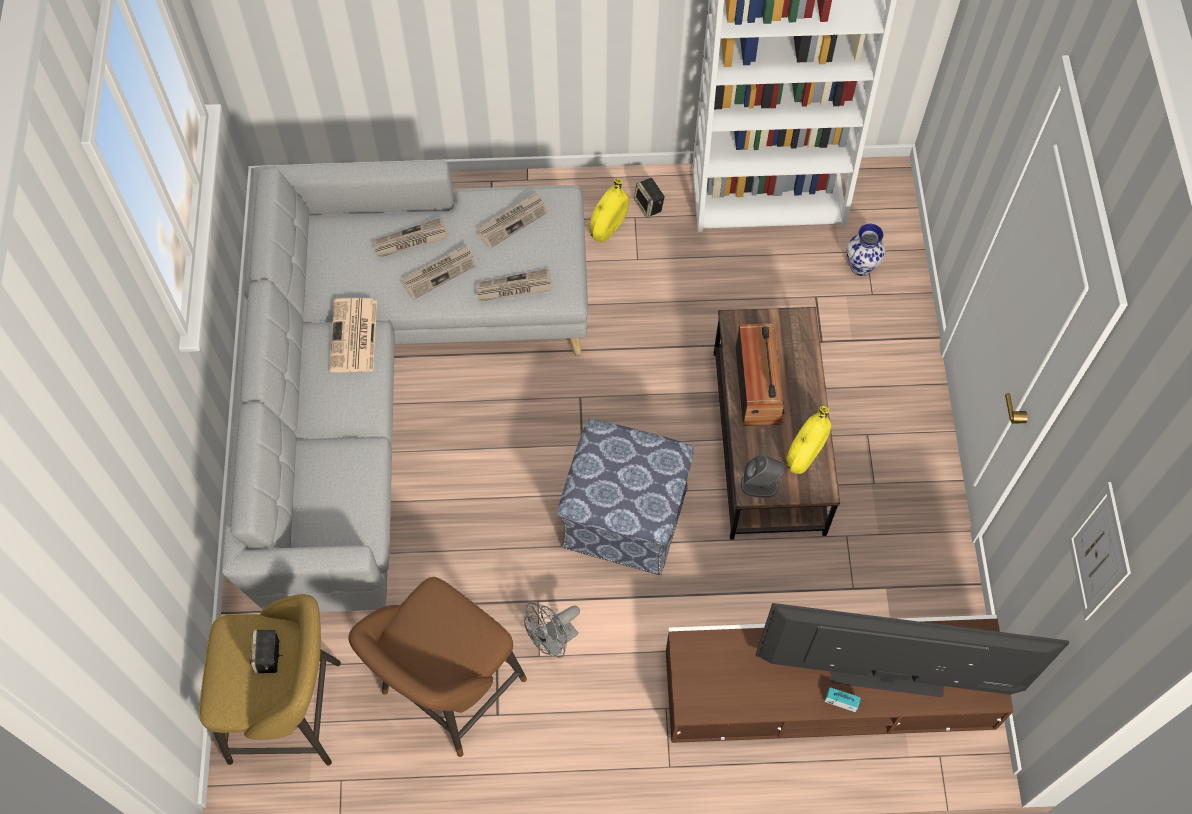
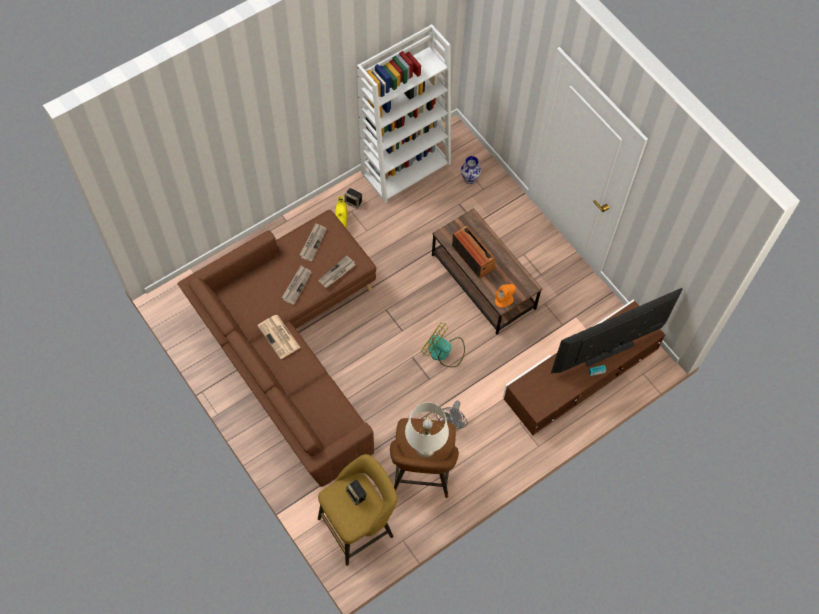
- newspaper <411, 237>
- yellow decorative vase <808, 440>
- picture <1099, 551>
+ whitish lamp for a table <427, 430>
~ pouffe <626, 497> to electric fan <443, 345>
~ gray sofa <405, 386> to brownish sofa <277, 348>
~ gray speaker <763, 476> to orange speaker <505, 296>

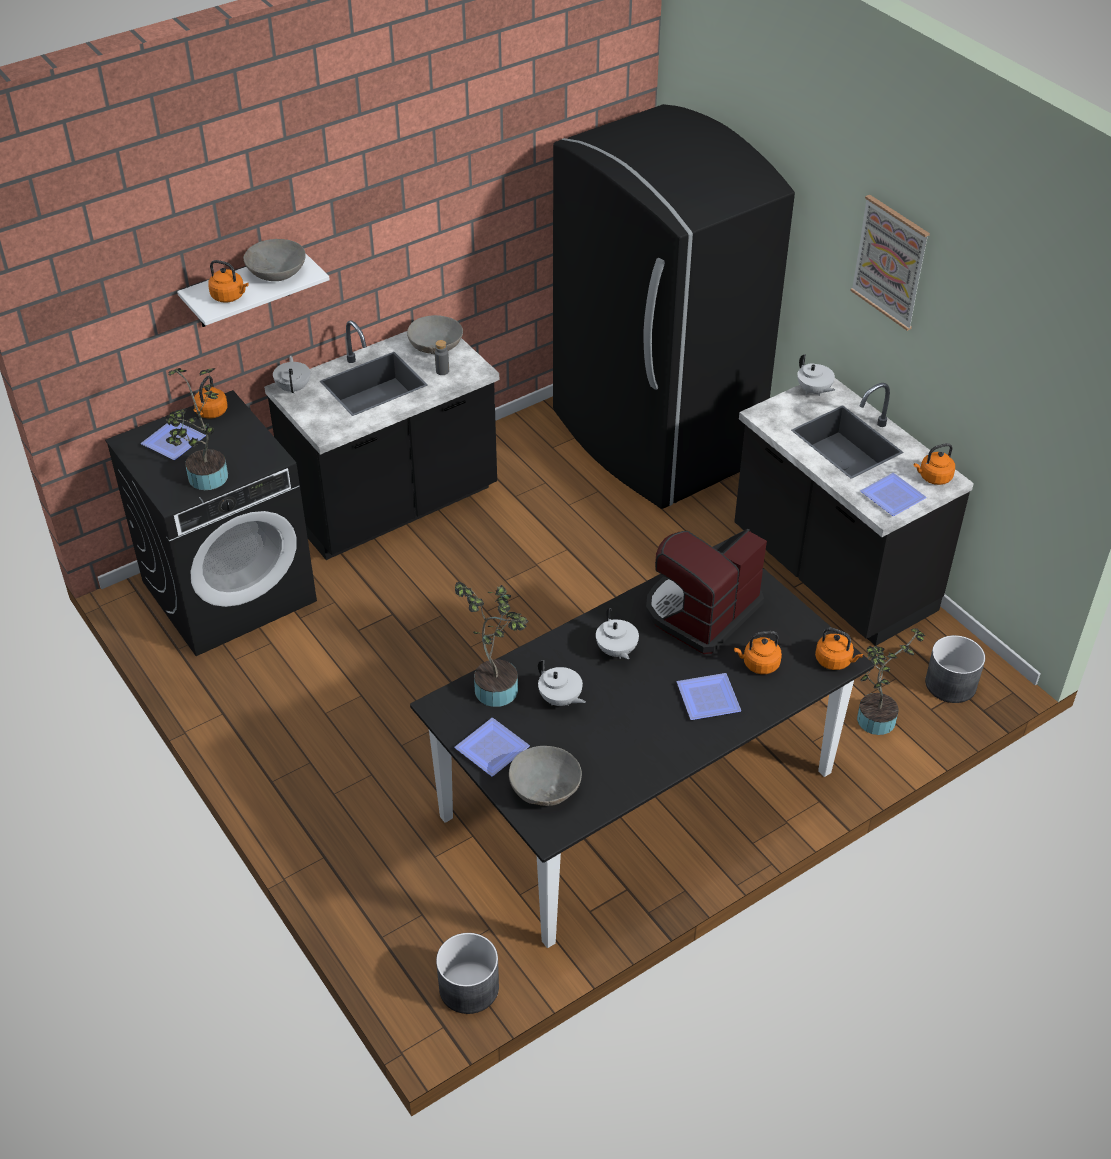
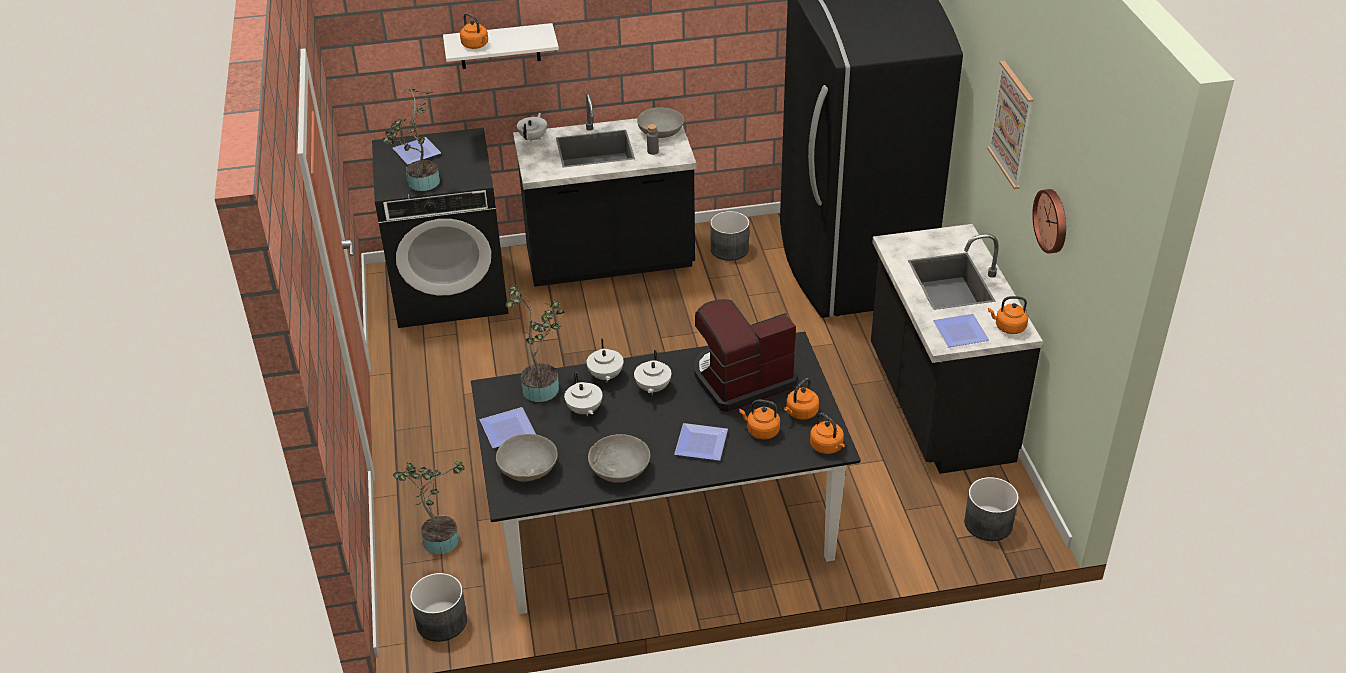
+ gray planter <729, 236>
+ clock on the wall <1049, 221>
~ orange water kettle <211, 397> to <801, 399>
~ gray serving bowl <274, 260> to <619, 458>
~ whitish pot for tea <816, 375> to <604, 360>
~ potted plant <891, 681> to <429, 507>

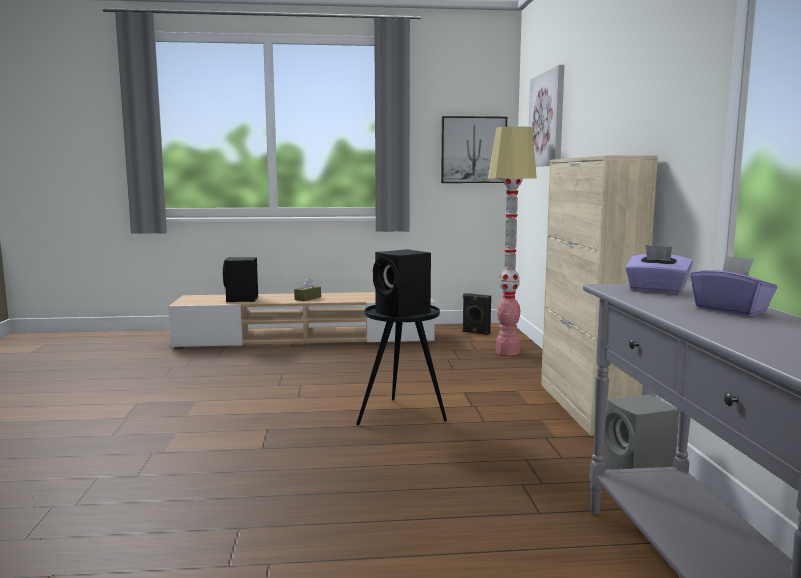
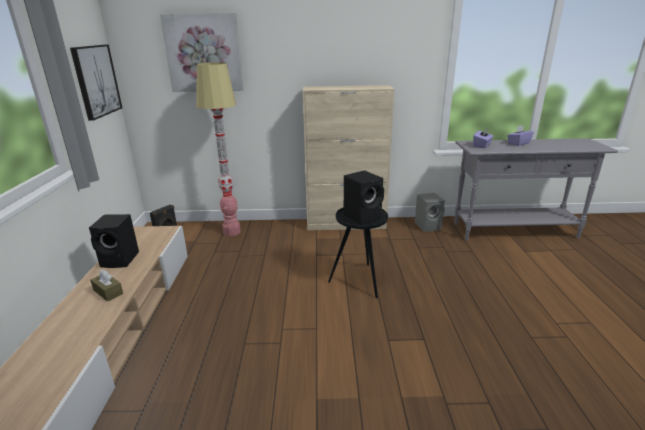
~ black speaker <240, 279> to <114, 241>

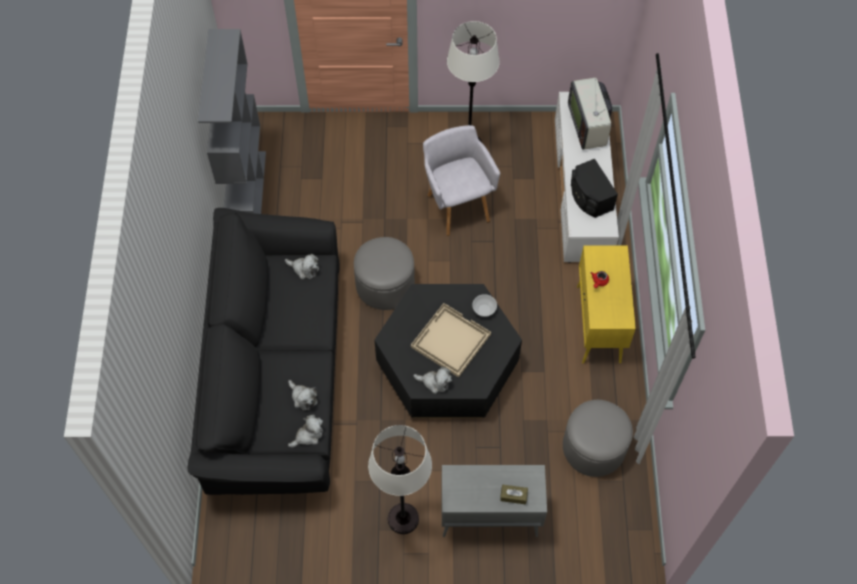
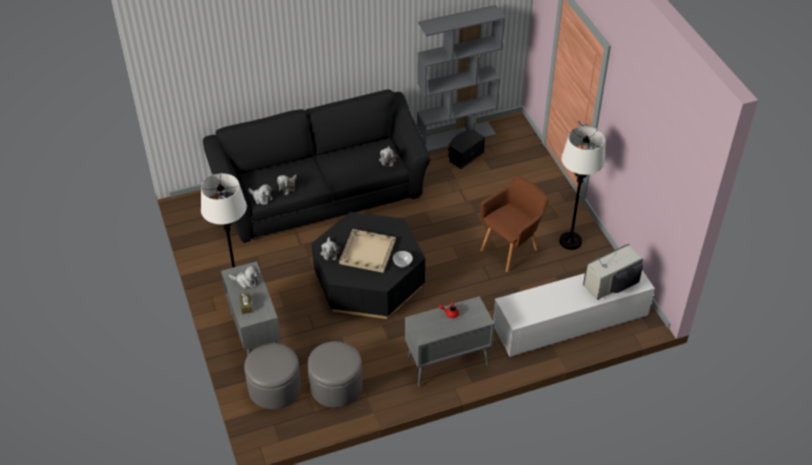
+ soft toy <244, 277>
~ gray pouffe <384, 273> to <272, 376>
~ black speaker <594, 188> to <466, 149>
~ gray armchair <461, 180> to brownish armchair <514, 224>
~ yellow storage cabinet <606, 304> to gray storage cabinet <449, 341>

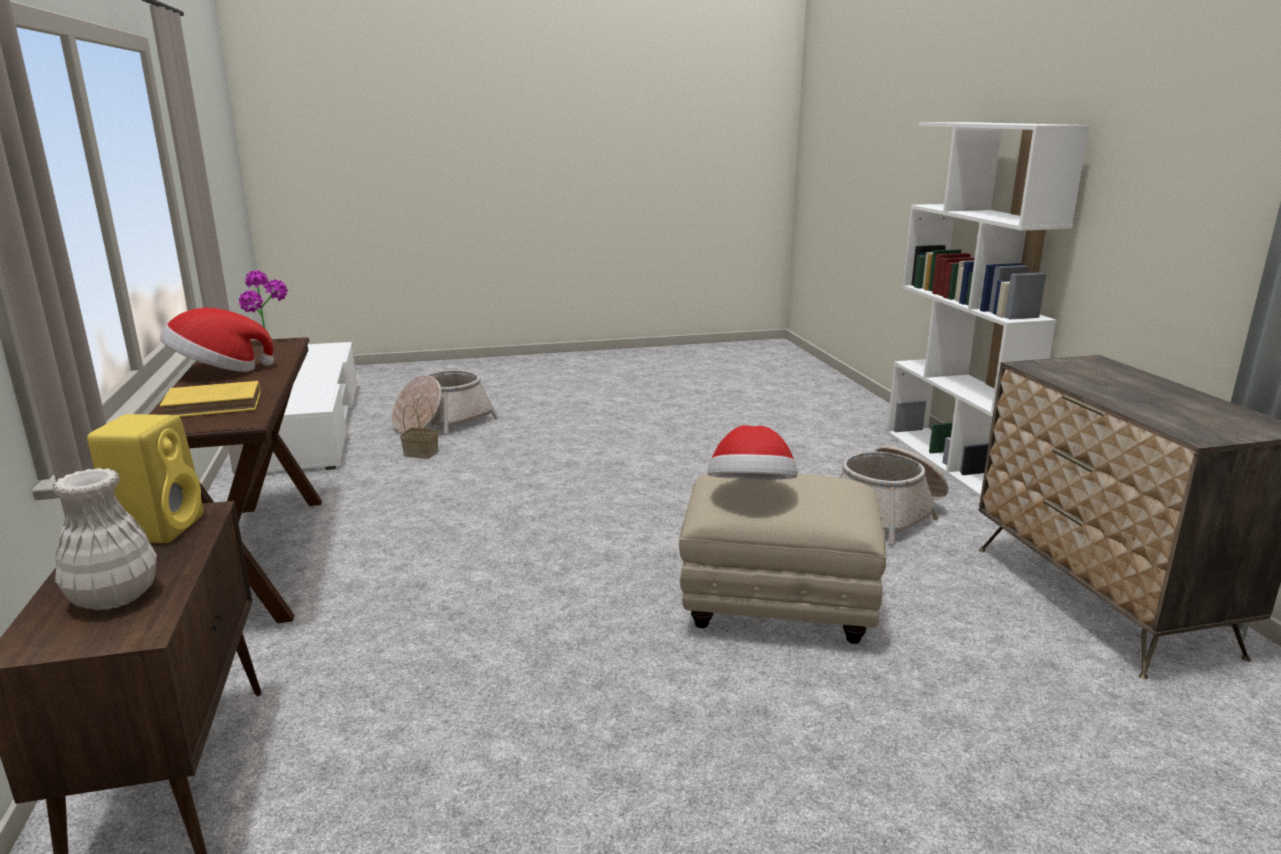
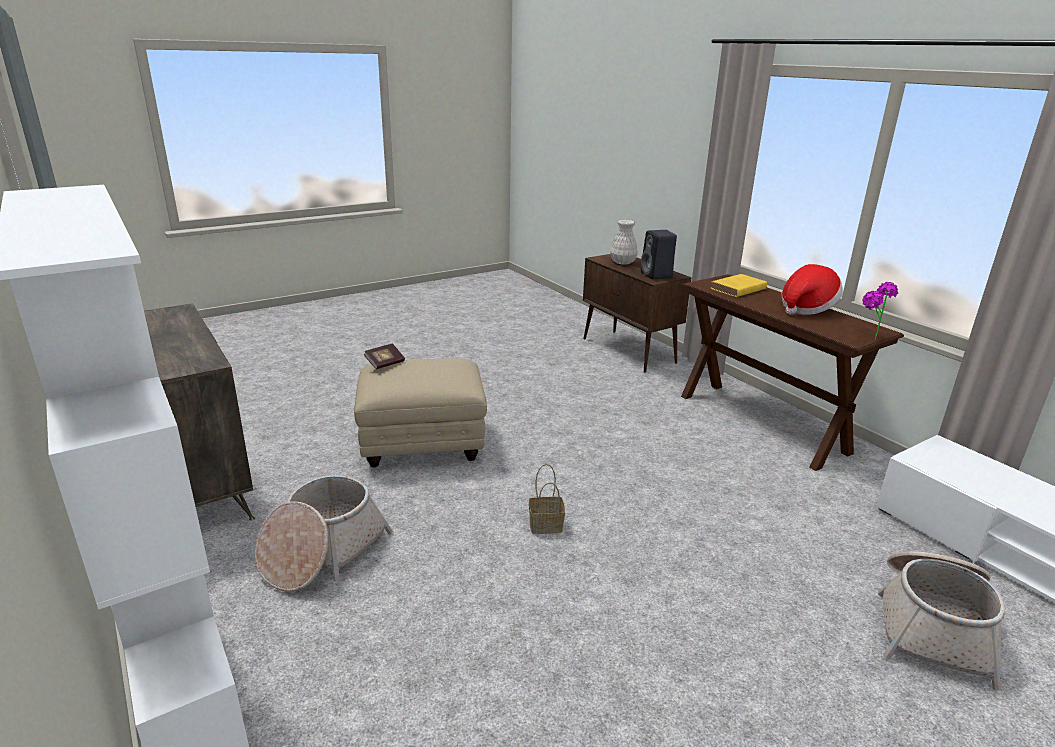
- wearable hat <752, 452>
+ volume <384, 356>
~ household basket <419, 427> to <547, 499>
~ yellow speaker <145, 478> to black speaker <659, 254>

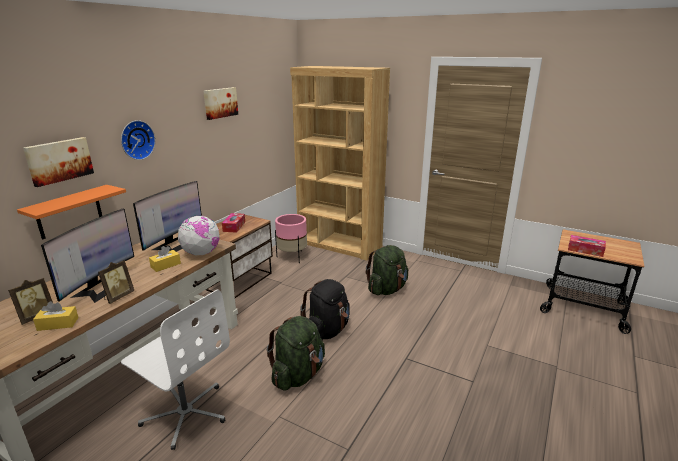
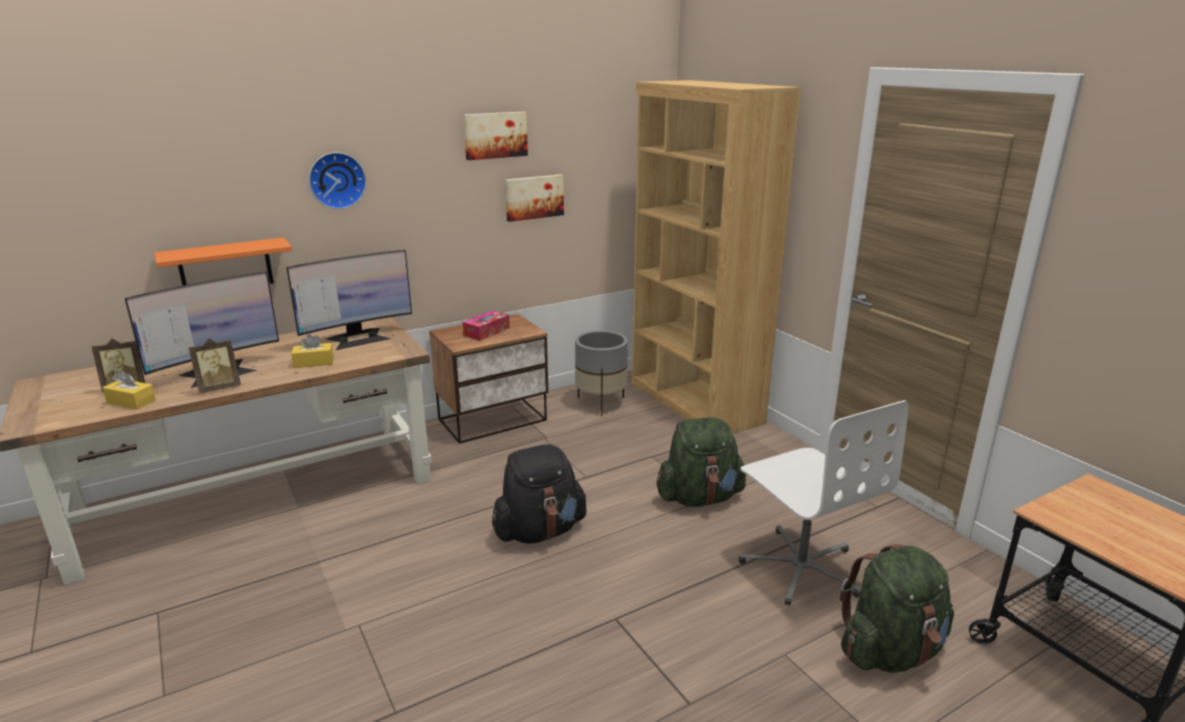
- desk globe <199, 235>
- tissue box <587, 246>
~ picture <58, 162> to <534, 198>
~ whitish office chair <175, 370> to <823, 503>
~ green-coloured backpack <296, 353> to <897, 608>
~ pink planter <291, 238> to gray planter <601, 373>

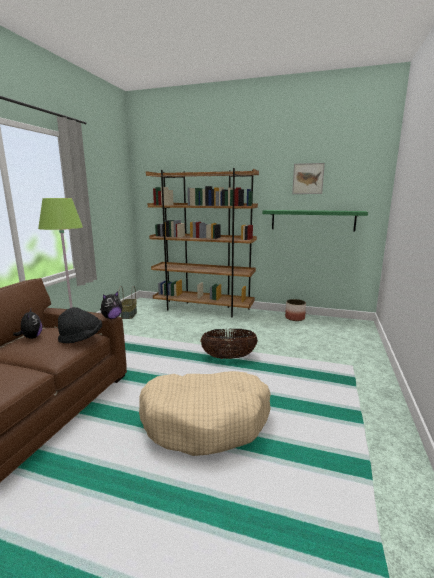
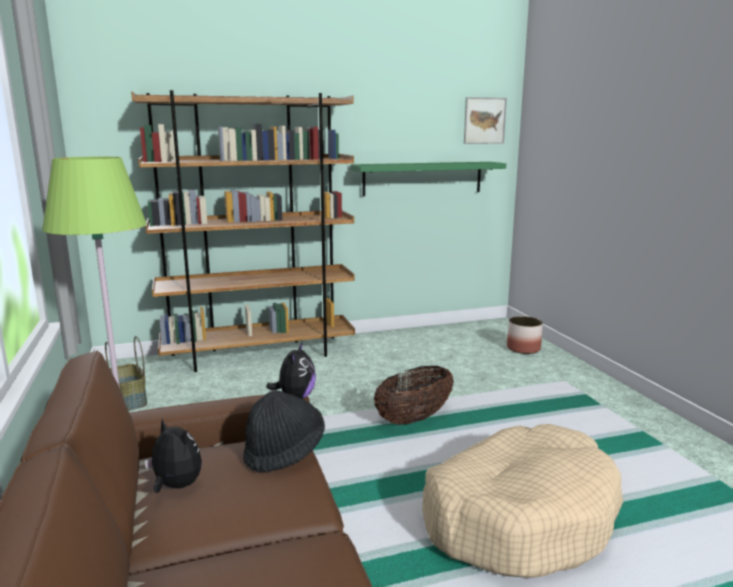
~ planter <295, 310> to <525, 335>
~ picture <308, 178> to <485, 120>

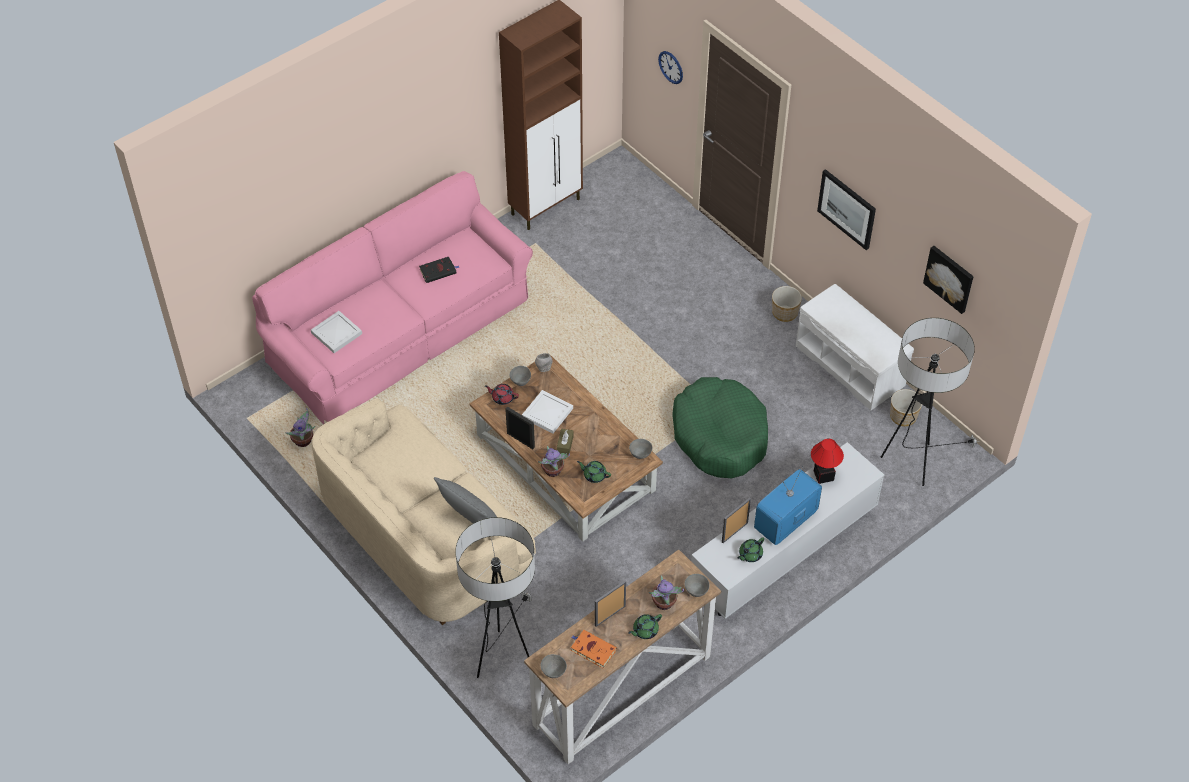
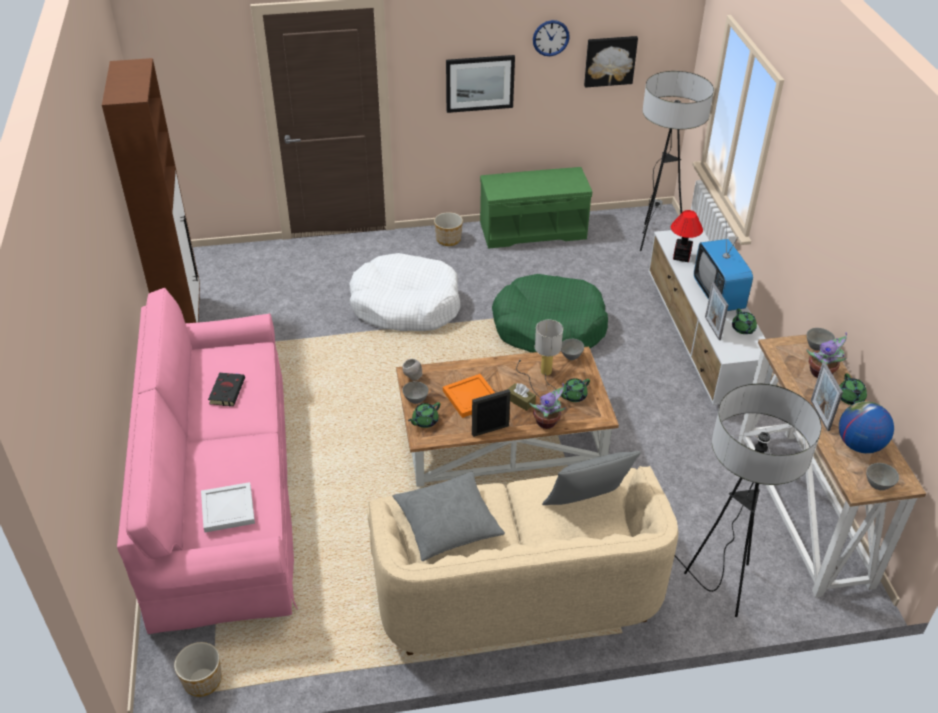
- potted plant <300, 427>
+ whitish dog cushion <404, 292>
+ gray pillow <448, 516>
+ lamp for a table <539, 359>
~ clock on the wall <670, 67> to <551, 38>
~ planter <906, 407> to <198, 669>
~ orange volume <594, 649> to desk globe <866, 427>
~ red pot for tea <502, 394> to green-coloured pot for tea <424, 415>
~ whitish tray <547, 412> to orange tray <469, 396>
~ whitish bench <855, 347> to green-coloured bench <536, 208>

